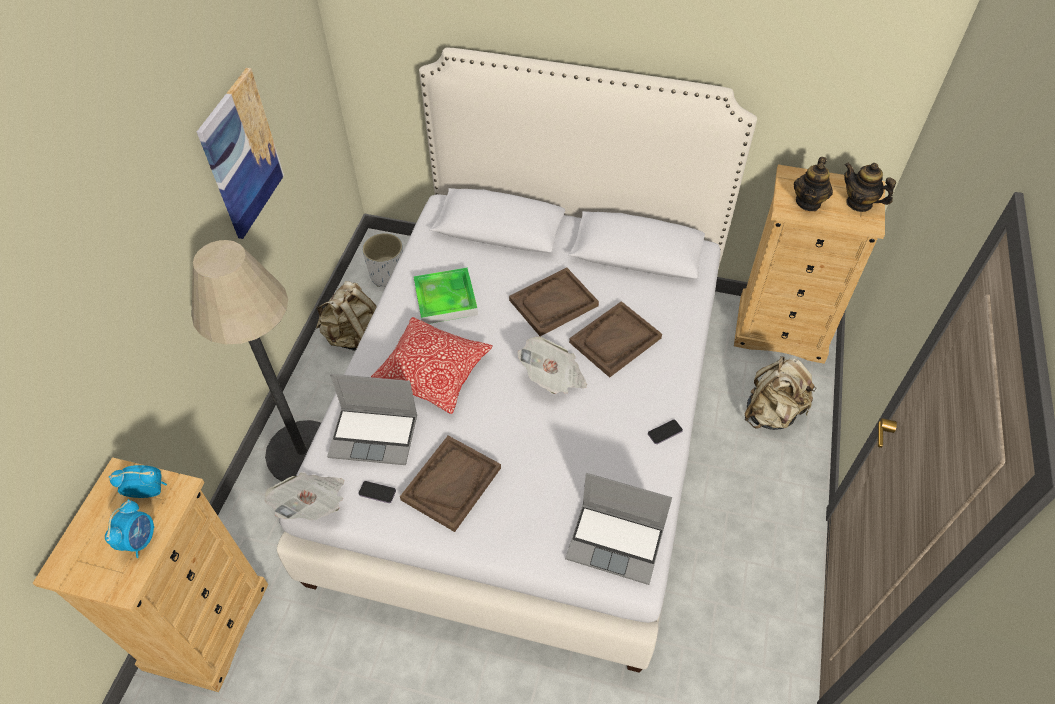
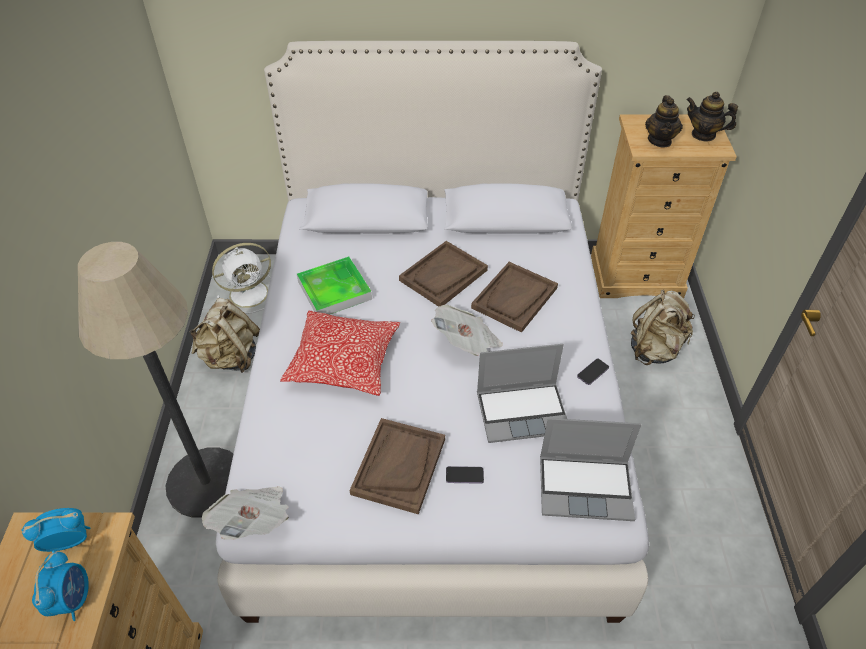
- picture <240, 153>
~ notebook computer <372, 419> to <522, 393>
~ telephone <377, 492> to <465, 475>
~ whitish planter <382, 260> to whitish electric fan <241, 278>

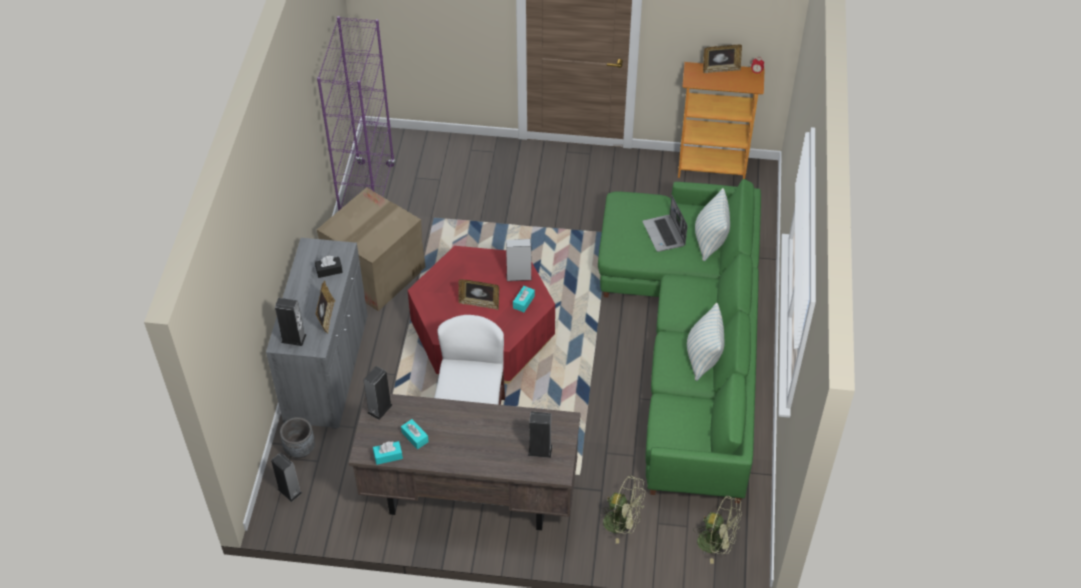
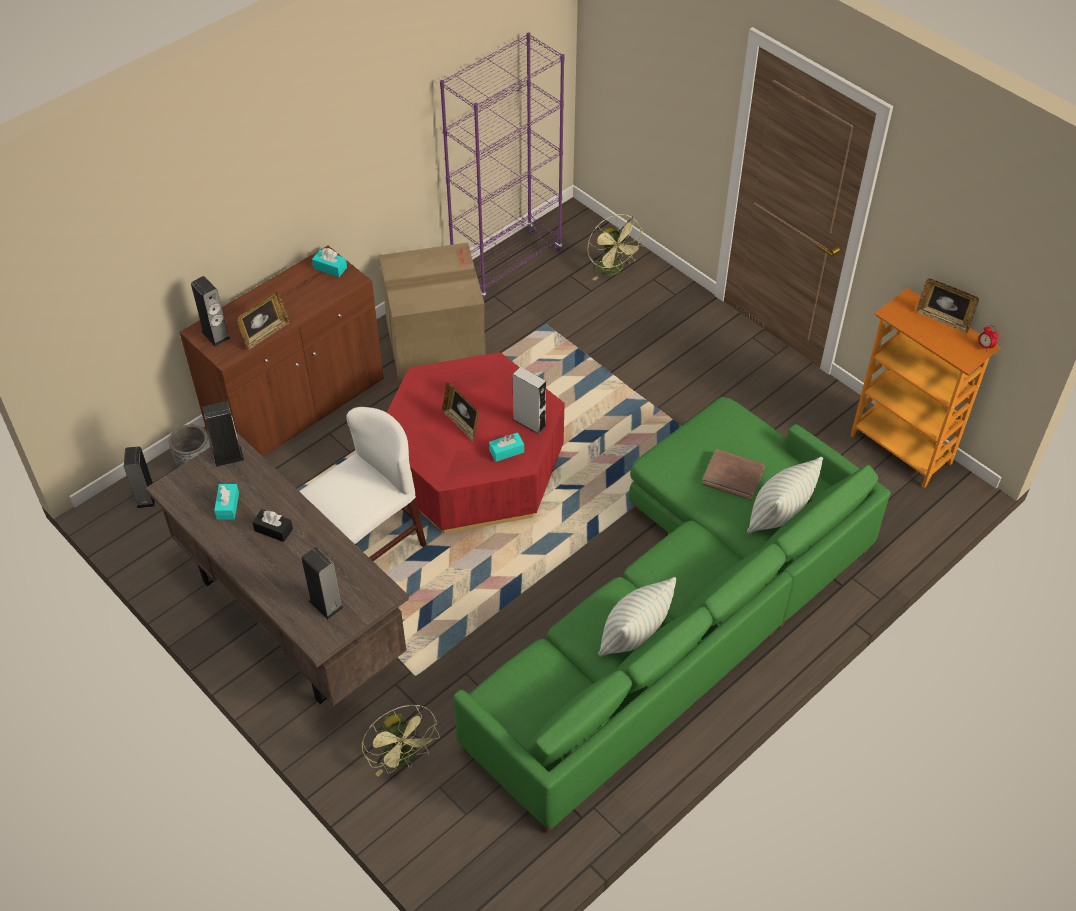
~ black tissue box <329, 267> to <272, 525>
~ blue-green tissue box <388, 453> to <329, 262>
~ green-coloured electric fan <717, 529> to <615, 247>
~ notebook computer <665, 224> to brownish volume <733, 474>
~ gray storage cabinet <317, 333> to brownish storage cabinet <281, 351>

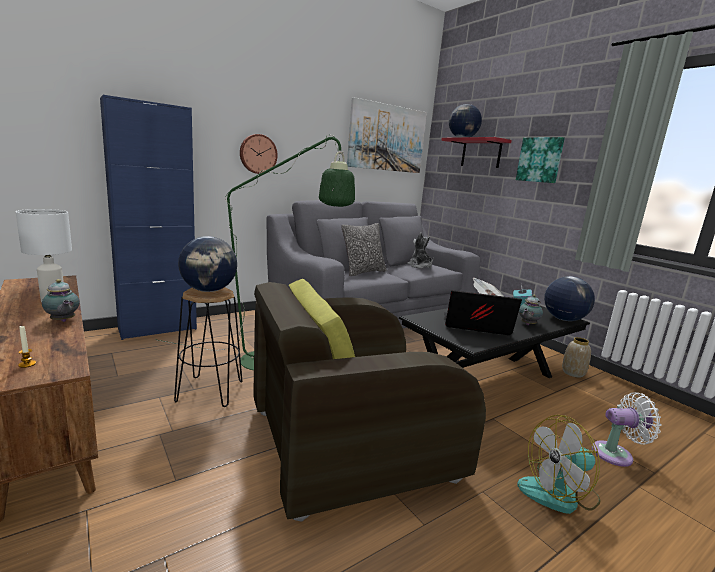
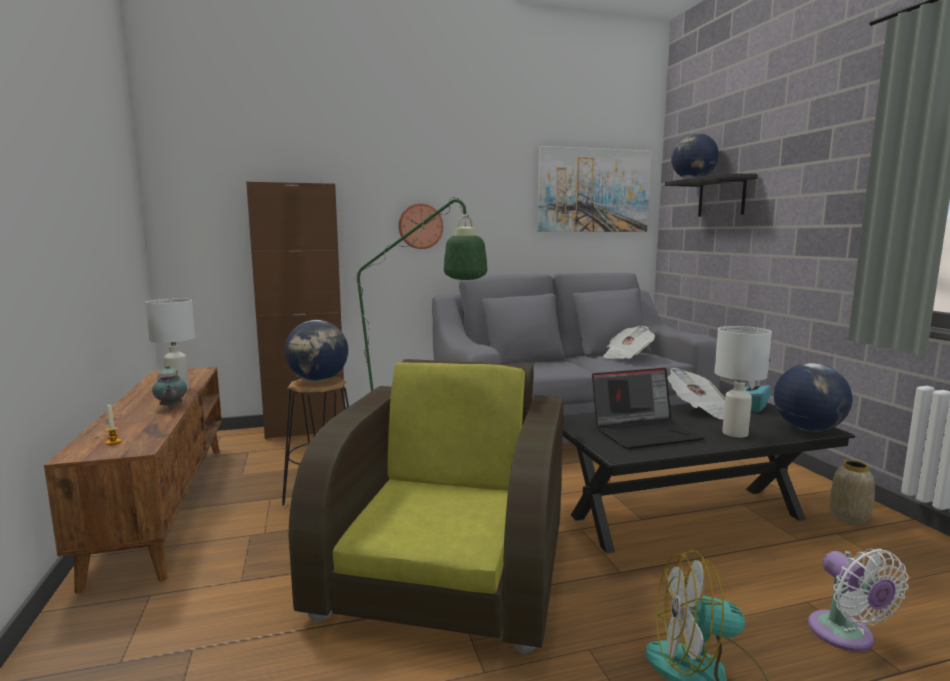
- pillow <364, 249>
- picture <540, 160>
~ soft toy <420, 250> to newspaper <629, 342>
~ pot for tea <531, 310> to whitish lamp for a table <743, 382>
~ blue-coloured storage cabinet <148, 217> to brownish storage cabinet <295, 310>
~ red wall shelf <476, 152> to black wall shelf <711, 195>
~ brownish armchair <370, 400> = <426, 506> 105 degrees clockwise
~ notebook computer <483, 312> = <648, 408> 135 degrees clockwise
~ whitish electric fan <627, 429> = <858, 600> 60 degrees clockwise

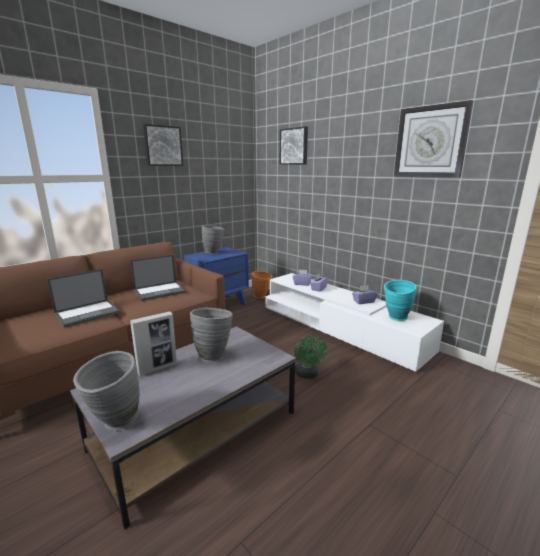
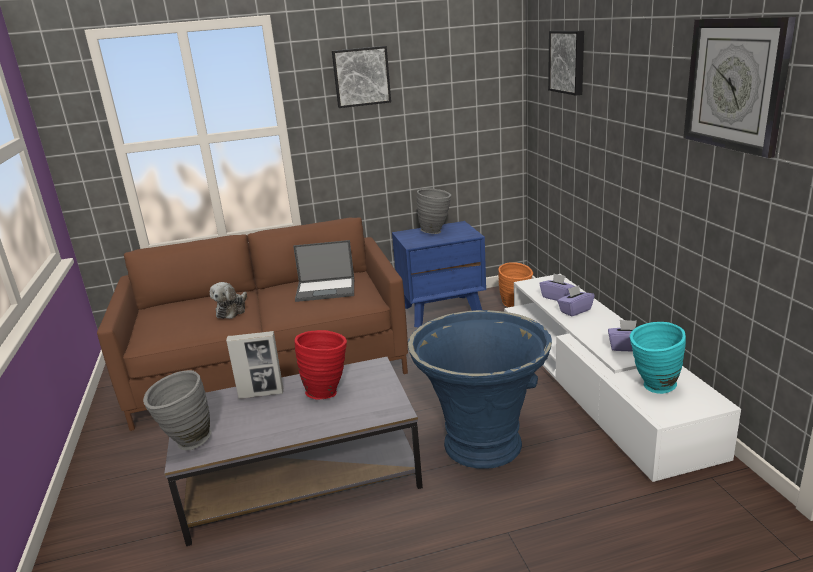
~ notebook computer <83, 298> to soft toy <228, 300>
~ green-coloured electric fan <310, 357> to blue-coloured planter <480, 389>
~ gray decorative vase <211, 335> to red decorative vase <321, 364>

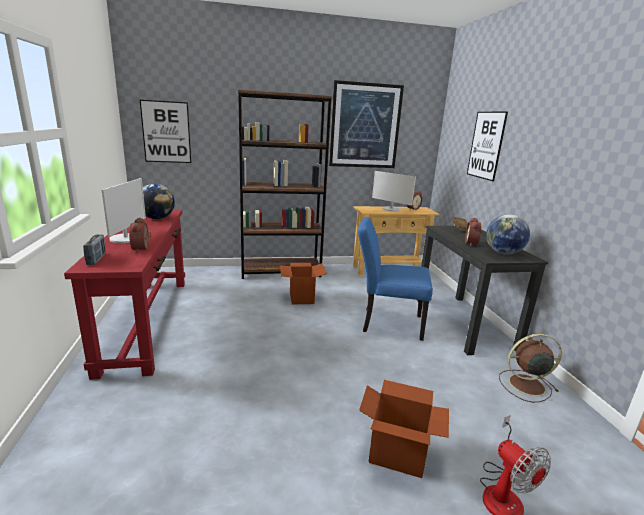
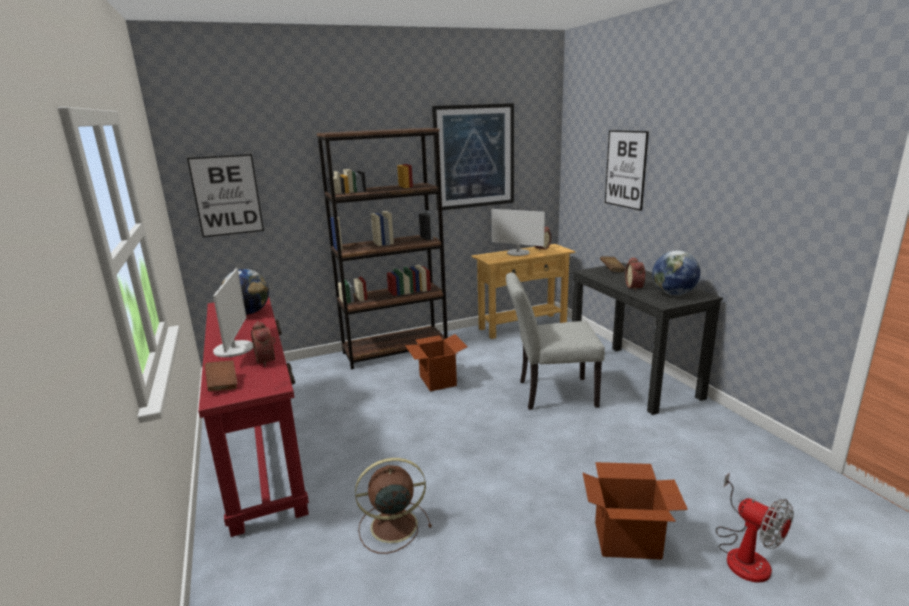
~ brownish electric fan <530, 368> to <393, 506>
~ radio receiver <94, 249> to brownish volume <221, 376>
~ blue-coloured plain chair <395, 279> to gray plain chair <555, 341>

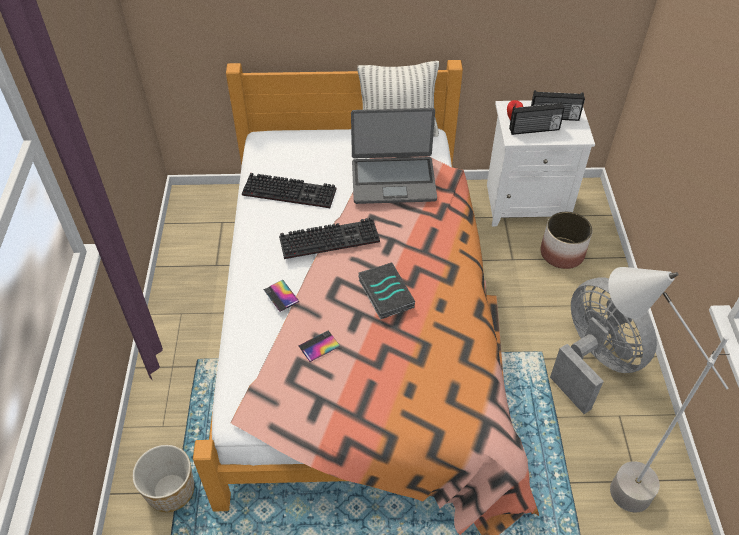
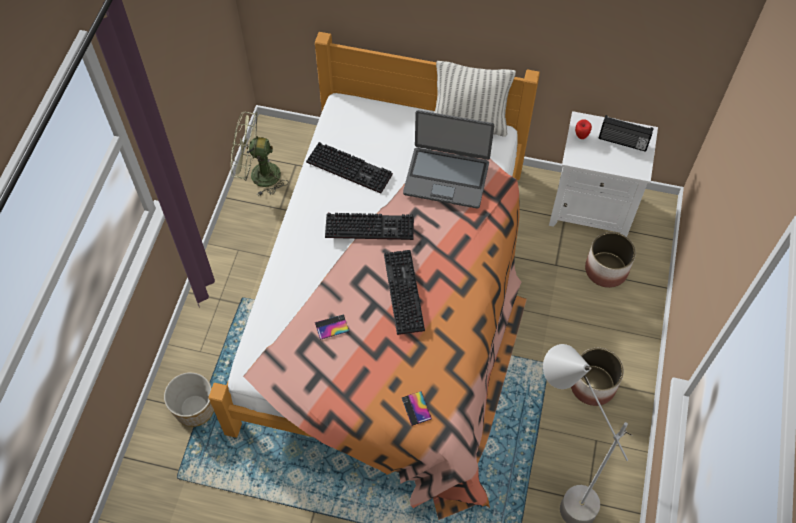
- radio receiver <537, 118>
+ green-coloured electric fan <259, 154>
~ telephone <282, 296> to <417, 408>
~ volume <386, 291> to computer keyboard <404, 292>
~ gray electric fan <603, 345> to planter <597, 377>

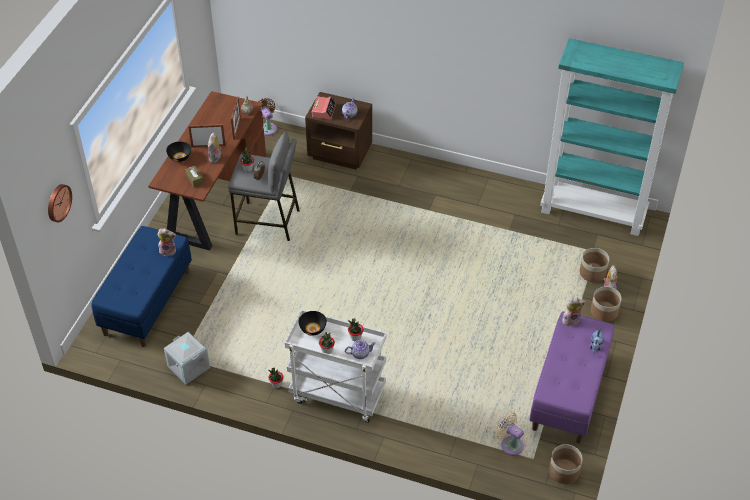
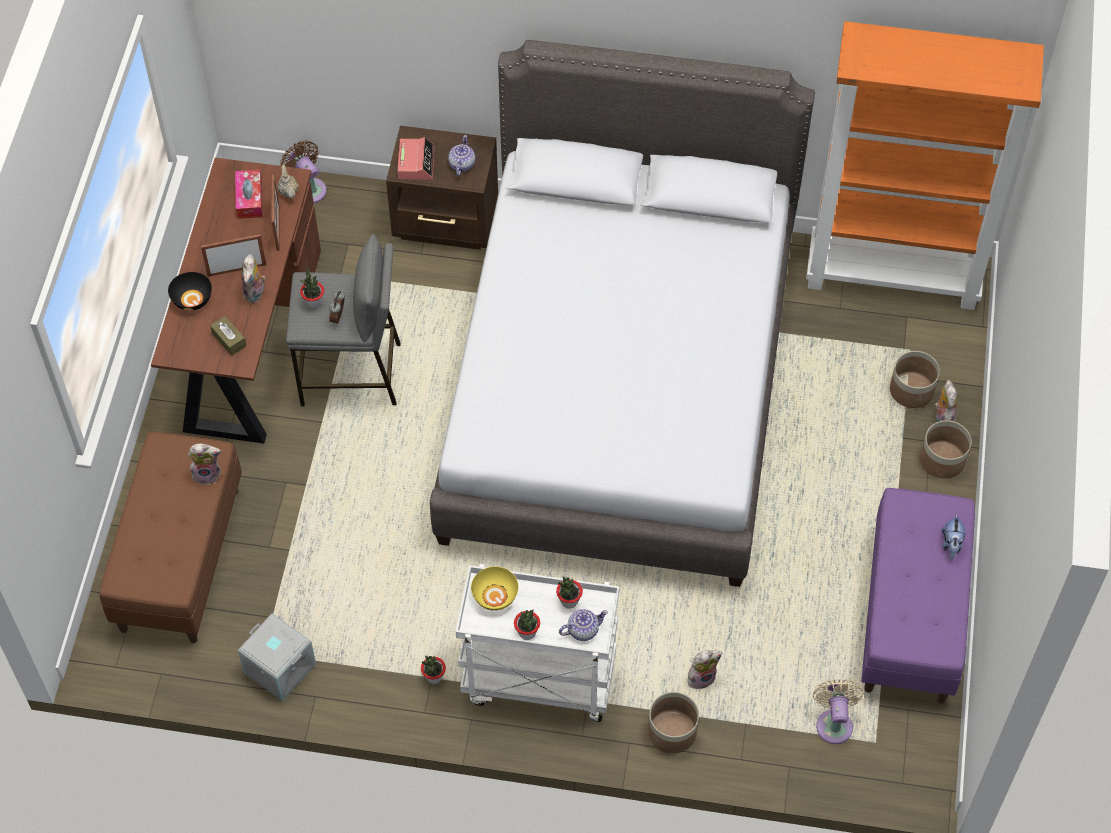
- clock on the wall <60, 203>
+ tissue box <249, 194>
+ gray bedroom bed <622, 313>
~ planter <566, 464> to <673, 723>
~ soft toy <574, 312> to <705, 669>
~ blue-coloured bench <141, 286> to brownish bench <171, 537>
~ black serving bowl <313, 323> to yellow serving bowl <494, 589>
~ blue-green bookcase <612, 137> to orange bookcase <925, 165>
~ beige electric fan <509, 434> = <838, 711> 60 degrees clockwise

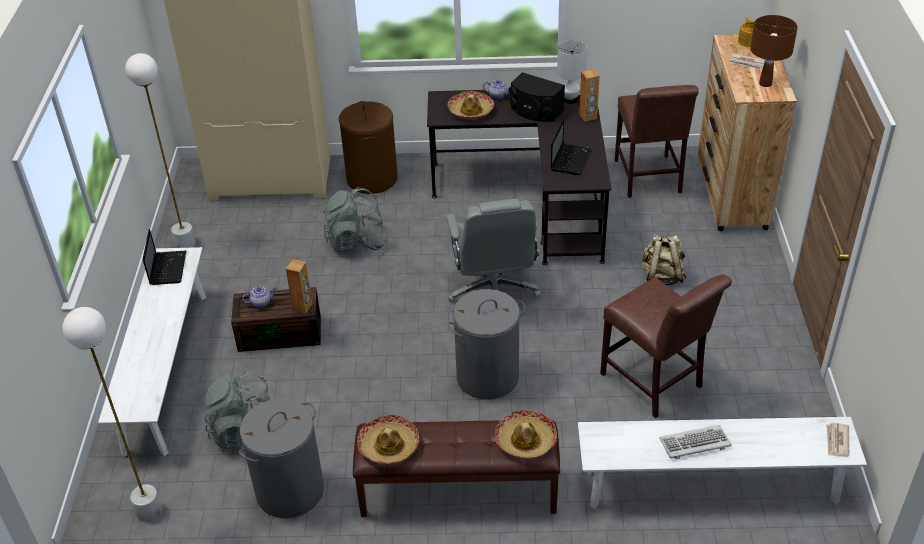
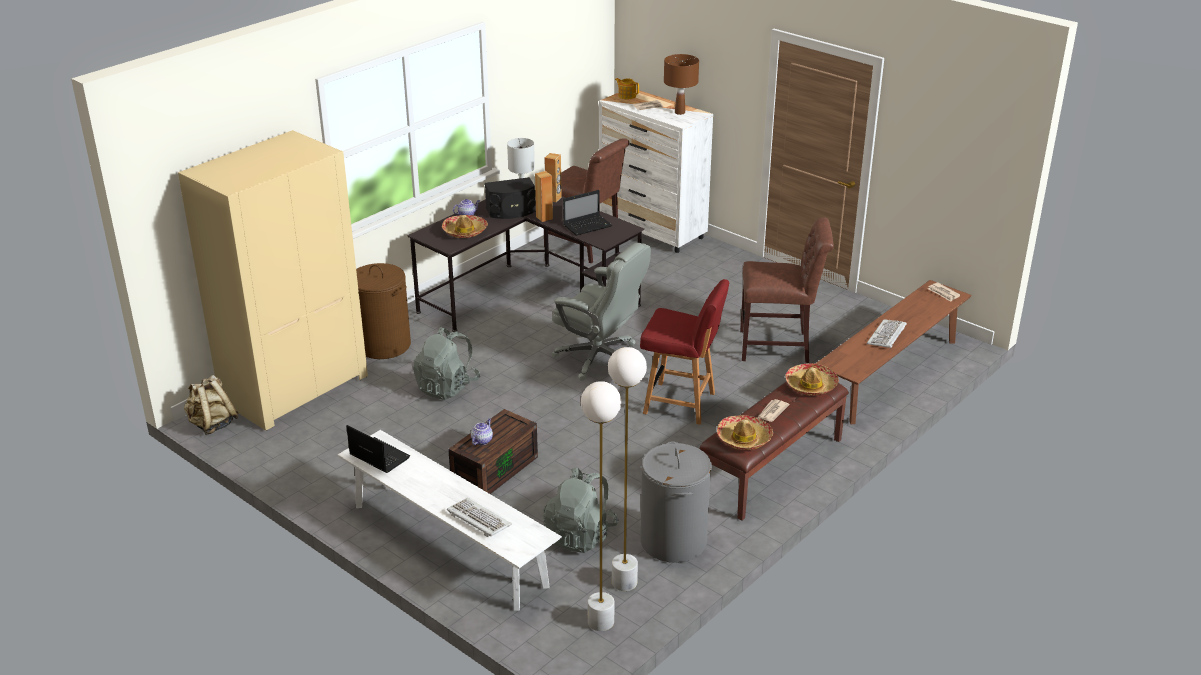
+ computer keyboard <479, 517>
+ newspaper <773, 410>
~ whitish standing lamp <160, 150> to <627, 469>
~ brownish speaker <299, 286> to <544, 196>
~ beige backpack <664, 259> to <211, 405>
~ gray washing basket <486, 344> to red plain chair <684, 352>
~ whitish bench <722, 463> to brownish bench <893, 352>
~ brownish chest of drawers <747, 132> to whitish chest of drawers <656, 171>
~ notebook computer <571, 147> = <588, 213> 90 degrees clockwise

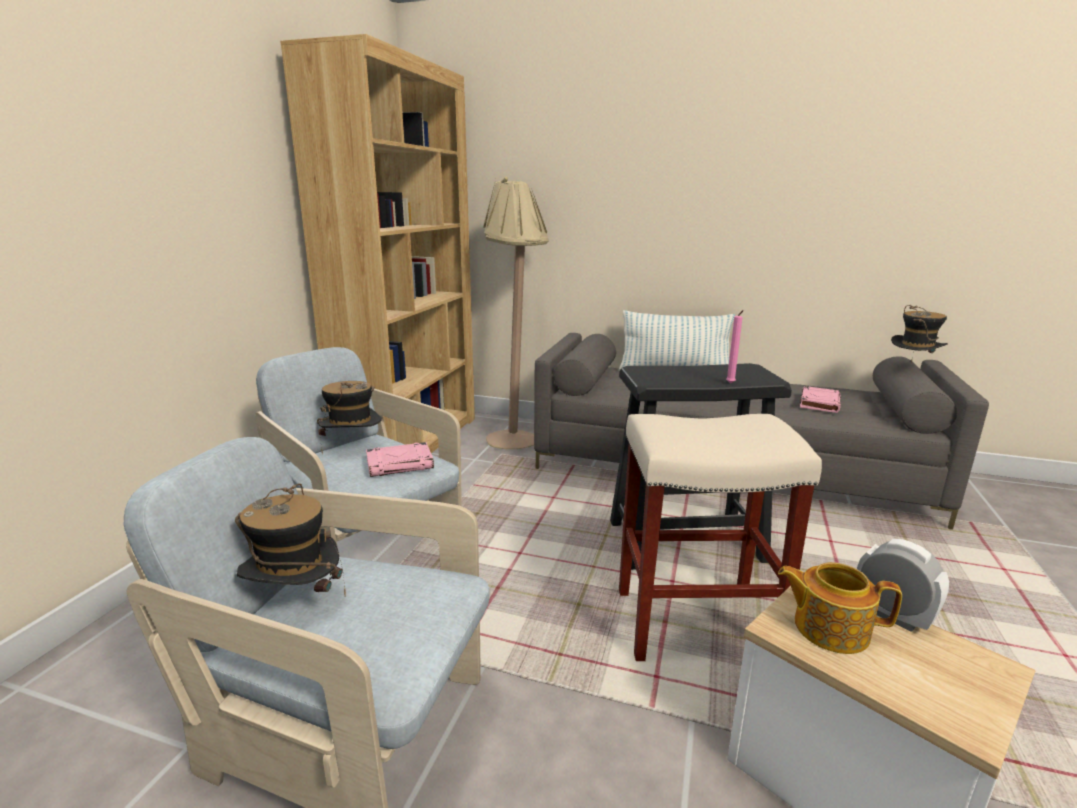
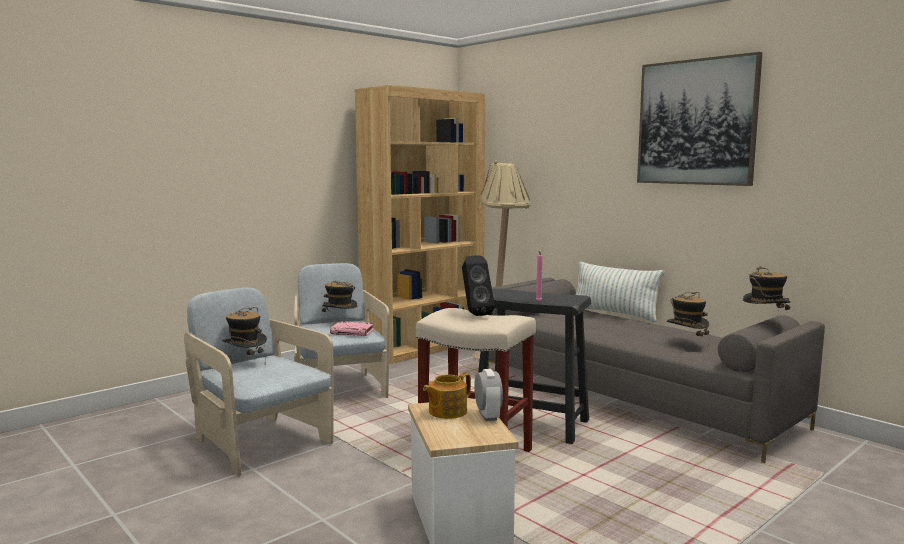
+ black speaker <478, 286>
+ picture <699, 119>
~ pink volume <820, 399> to wearable hat <688, 319>
~ pot for tea <840, 608> = <447, 396> 90 degrees counterclockwise

